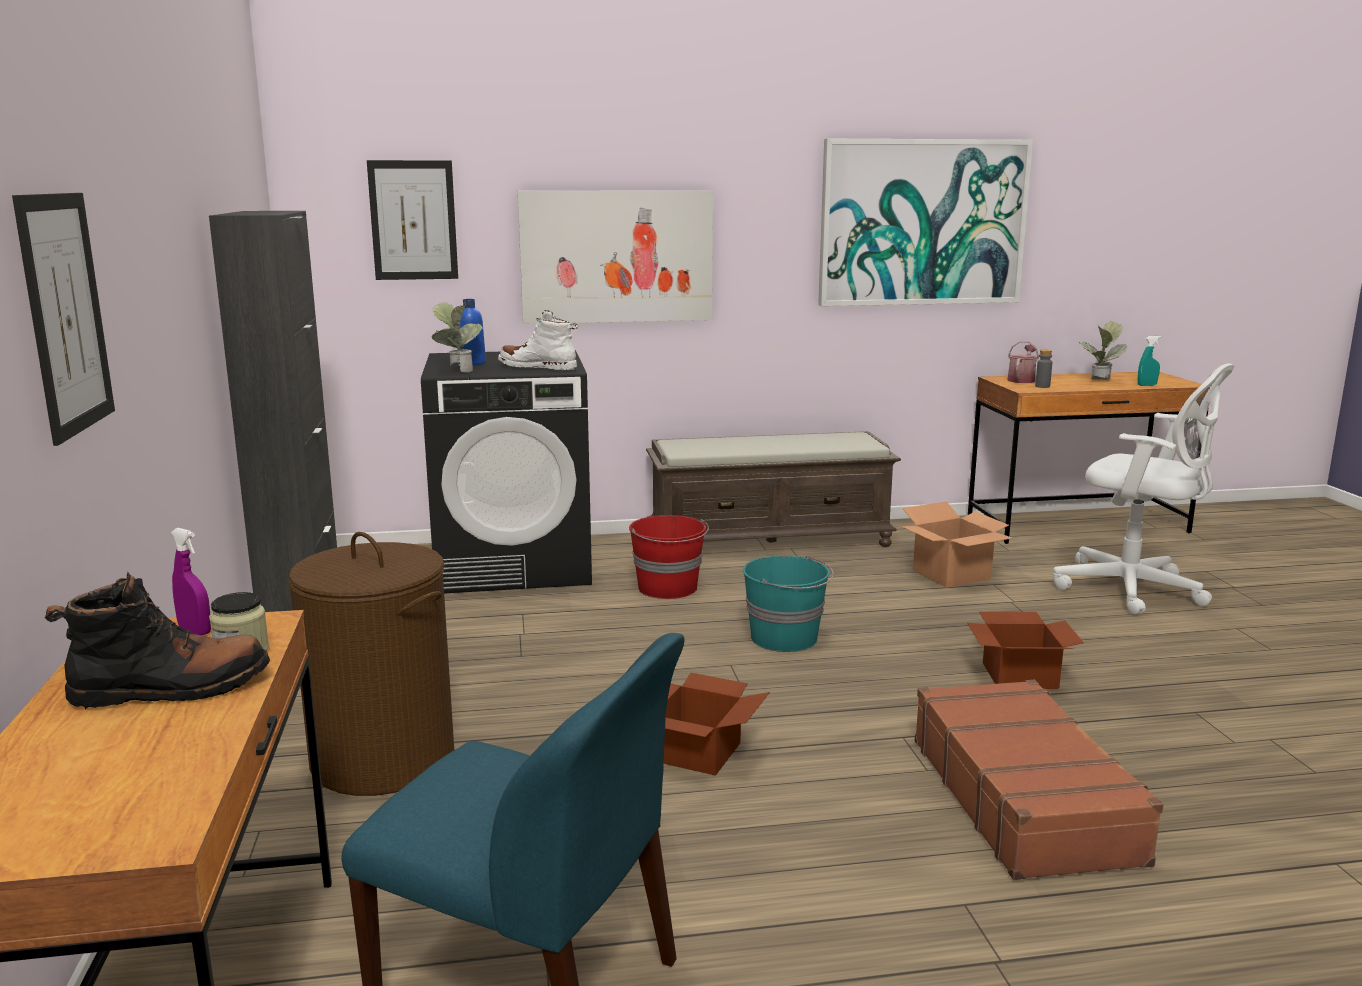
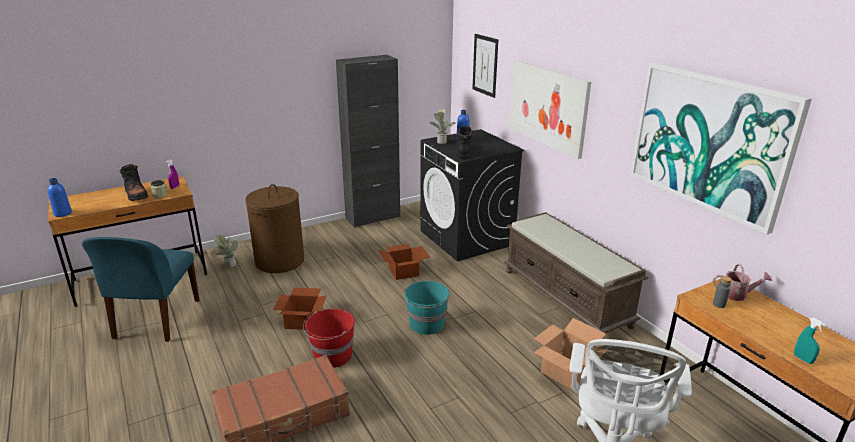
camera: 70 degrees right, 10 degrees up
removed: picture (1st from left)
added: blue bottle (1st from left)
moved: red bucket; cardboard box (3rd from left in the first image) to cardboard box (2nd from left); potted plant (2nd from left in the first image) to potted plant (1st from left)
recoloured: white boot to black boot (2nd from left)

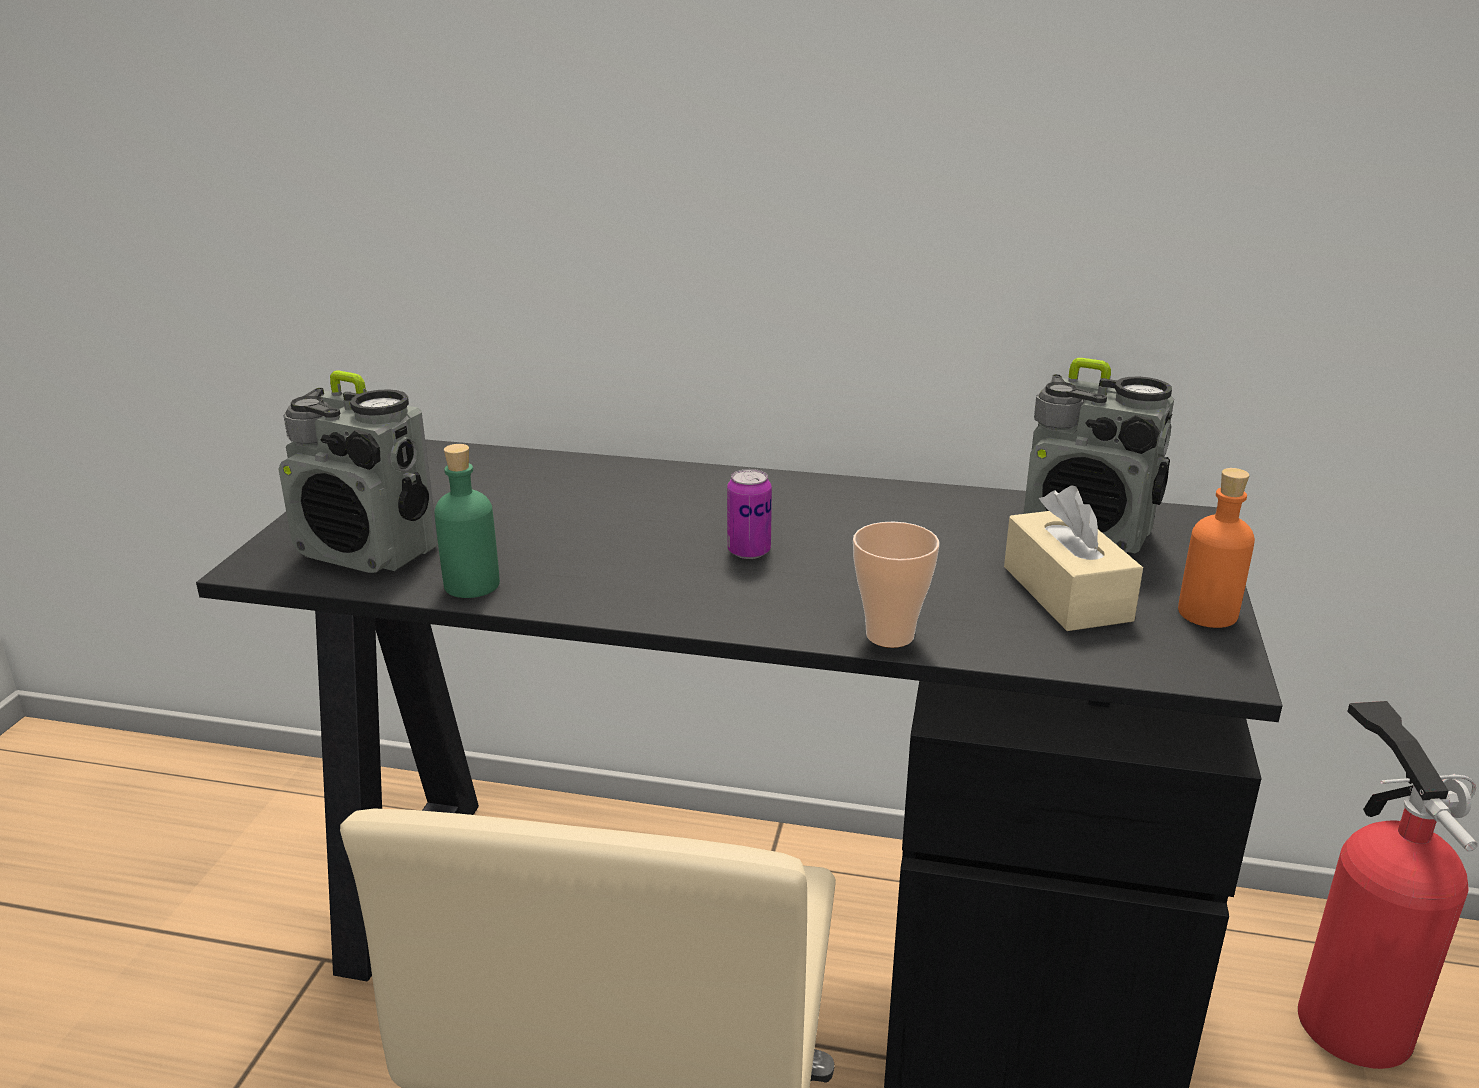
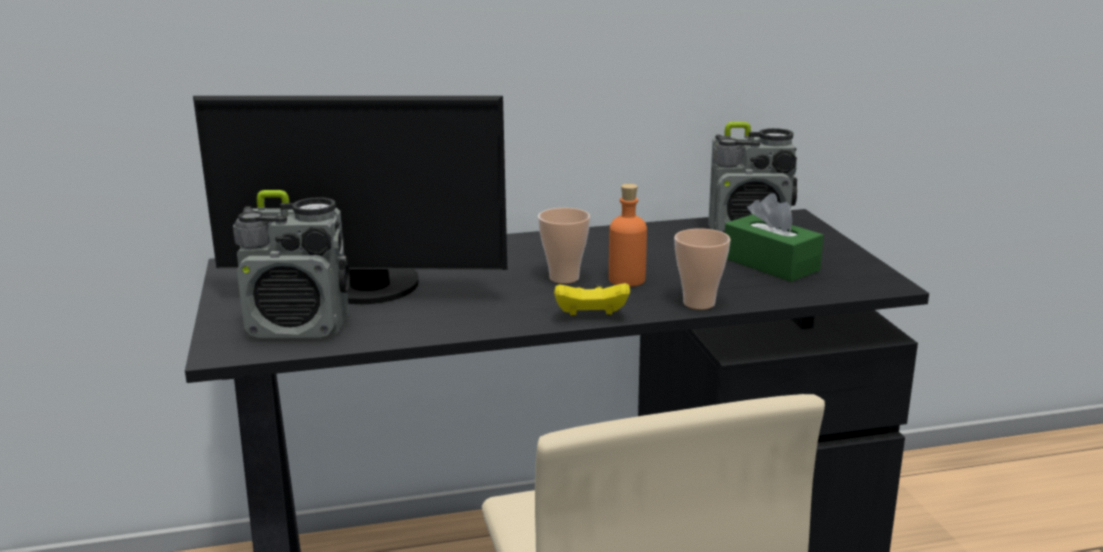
camera: 25 degrees left, 5 degrees down
removed: green bottle; fire extinguisher
added: monitor; yellow game controller
moved: orange bottle
replaced: can to cup (1st from left)
recoloured: beige tissue box to green tissue box

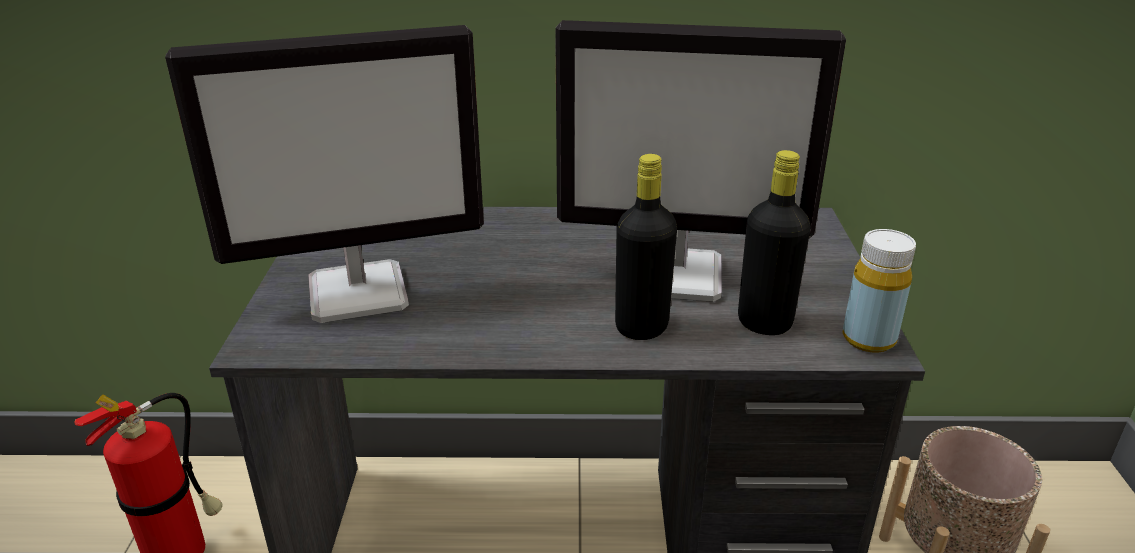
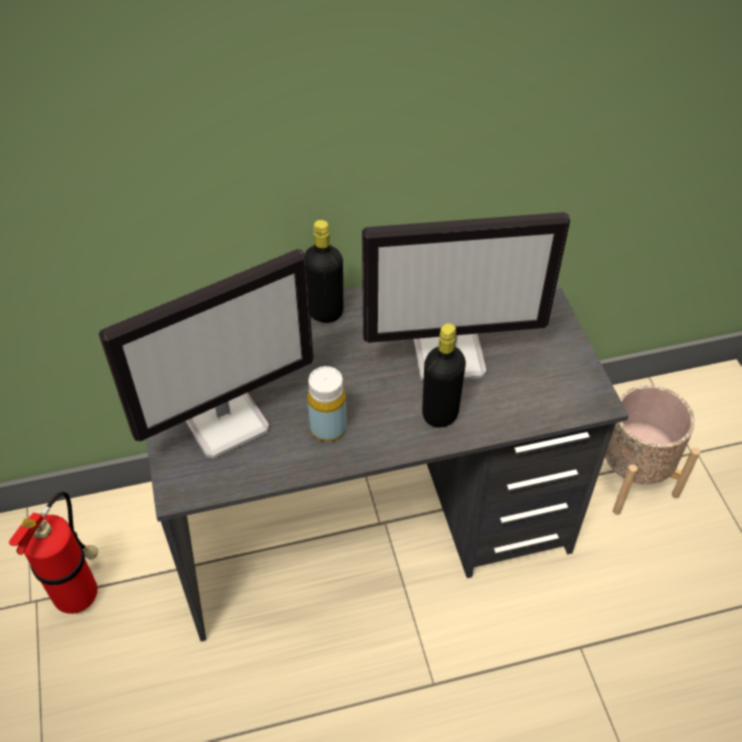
camera: 15 degrees left, 20 degrees up
moved: black bottle (2nd from left in the first image) to black bottle (1st from left); yellow bottle

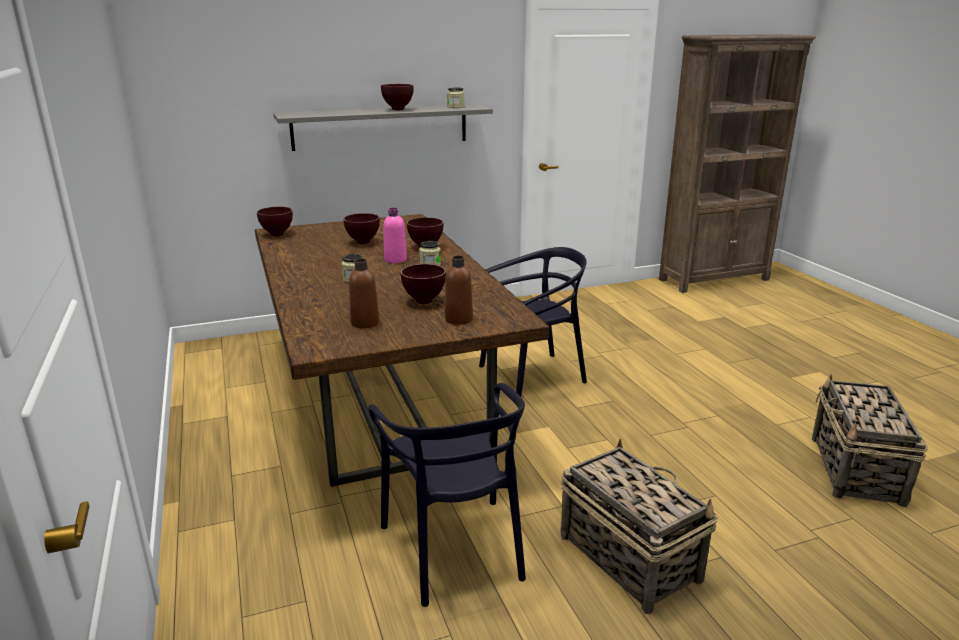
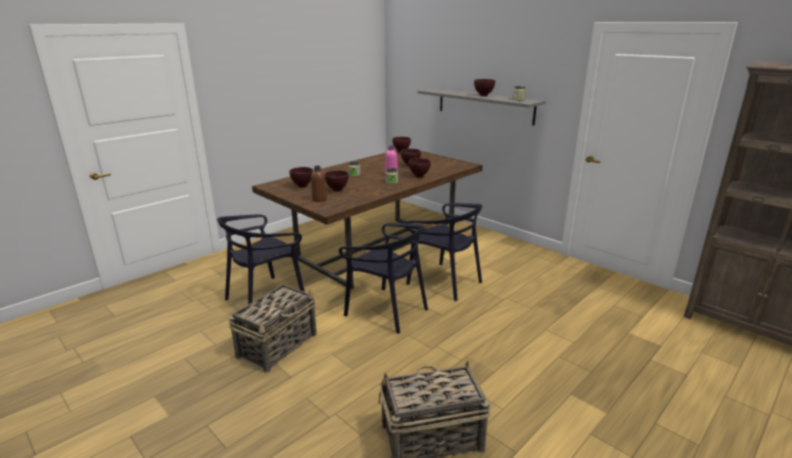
camera: 65 degrees right, 0 degrees up
added: black chair (2nd from left)
replaced: brown bottle (1st from left) to brown bowl (1st from left)

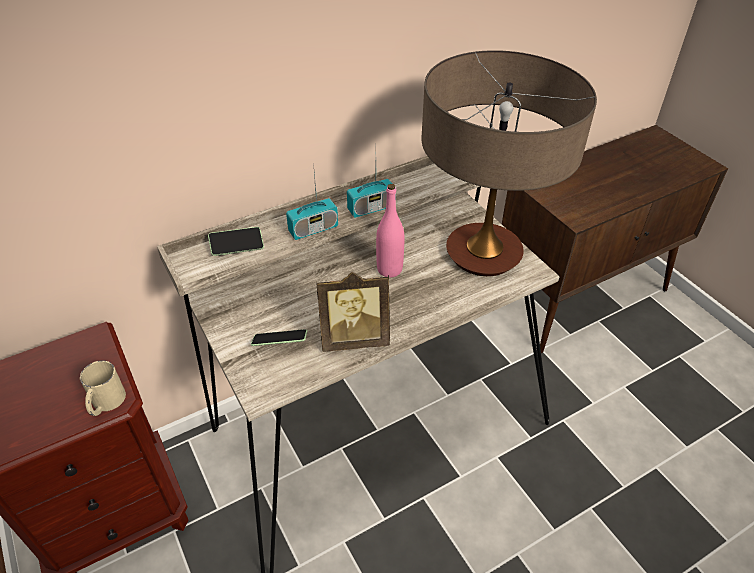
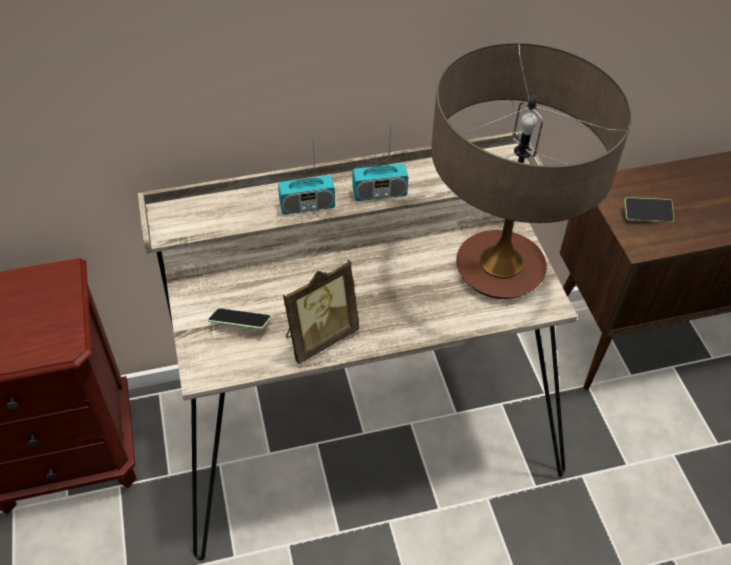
camera: 15 degrees right, 5 degrees up
removed: beige mug; pink bottle
moved: phone (1st from left in the first image) to phone (2nd from left)
turned: picture frame 45 degrees counterclockwise

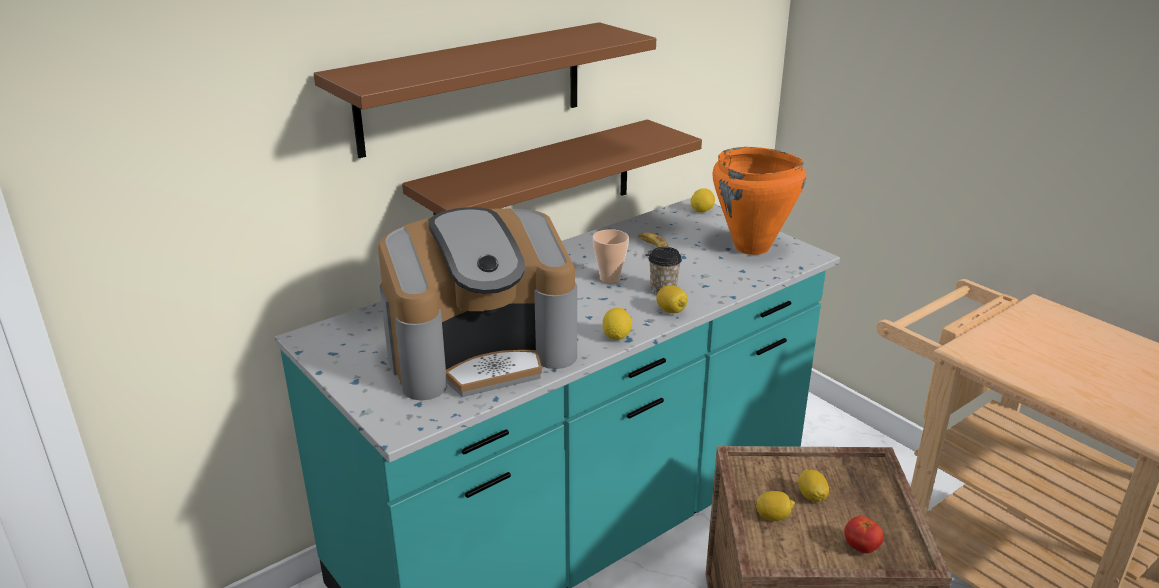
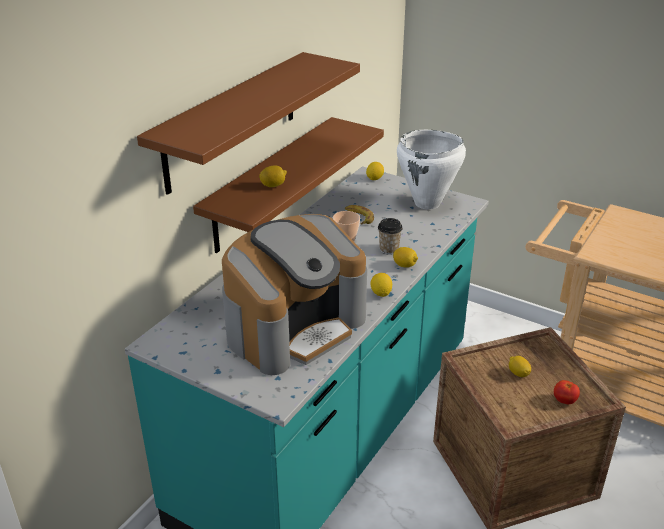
camera: 20 degrees left, 5 degrees up
moved: lemon (4th from left in the first image) to lemon (1st from left)
recoloured: orange cooking pot to white cooking pot

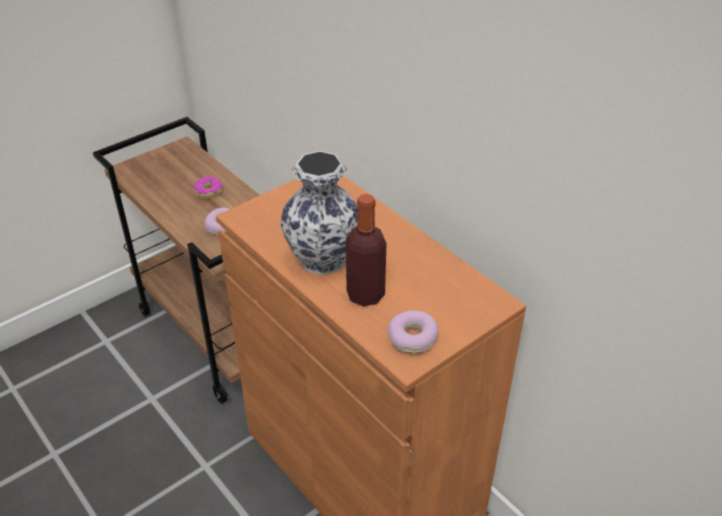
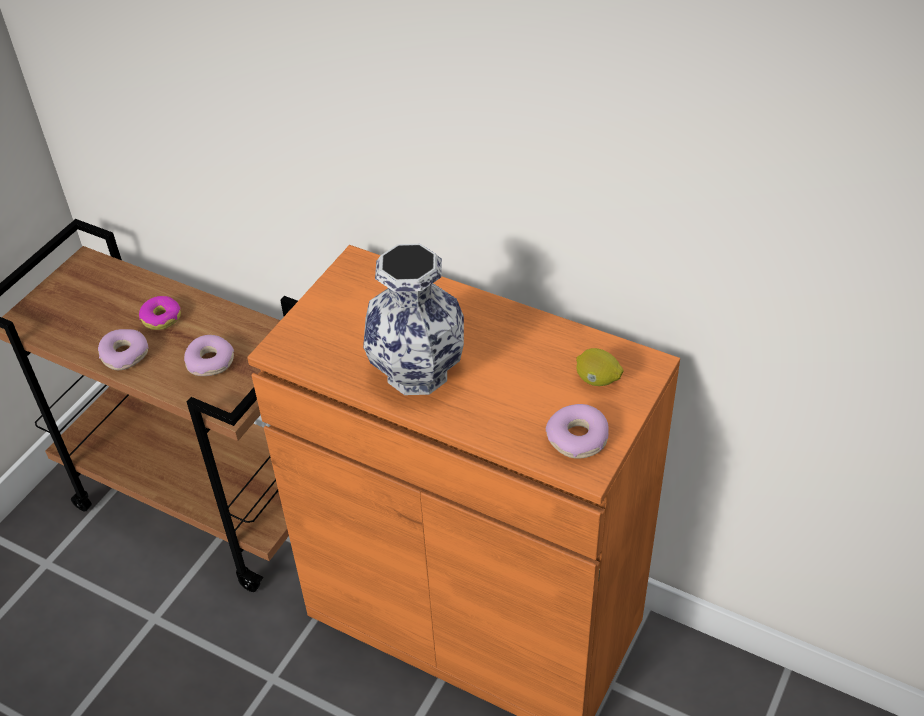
camera: 20 degrees left, 5 degrees up
removed: bottle
added: donut (1st from left); lemon

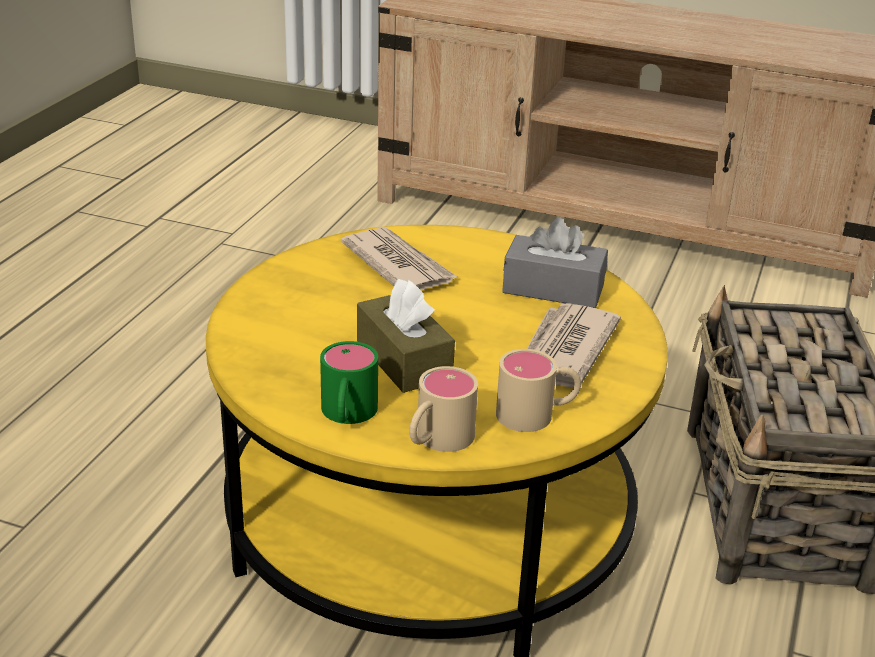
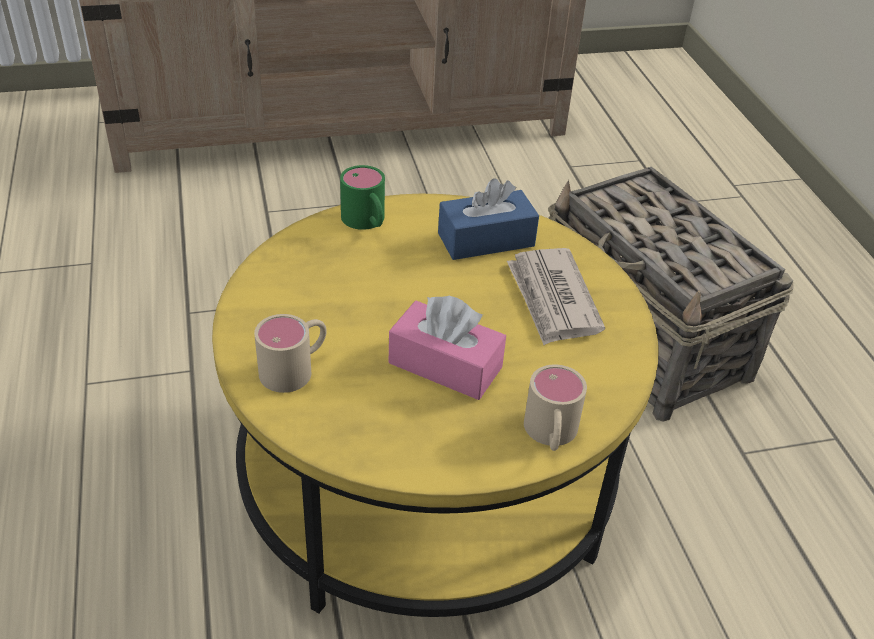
camera: 35 degrees left, 10 degrees up
removed: newspaper (1st from left)
moved: green mug; beige mug (2nd from left in the first image) to beige mug (1st from left)
recoloured: brown tissue box to pink tissue box; grey tissue box to blue tissue box

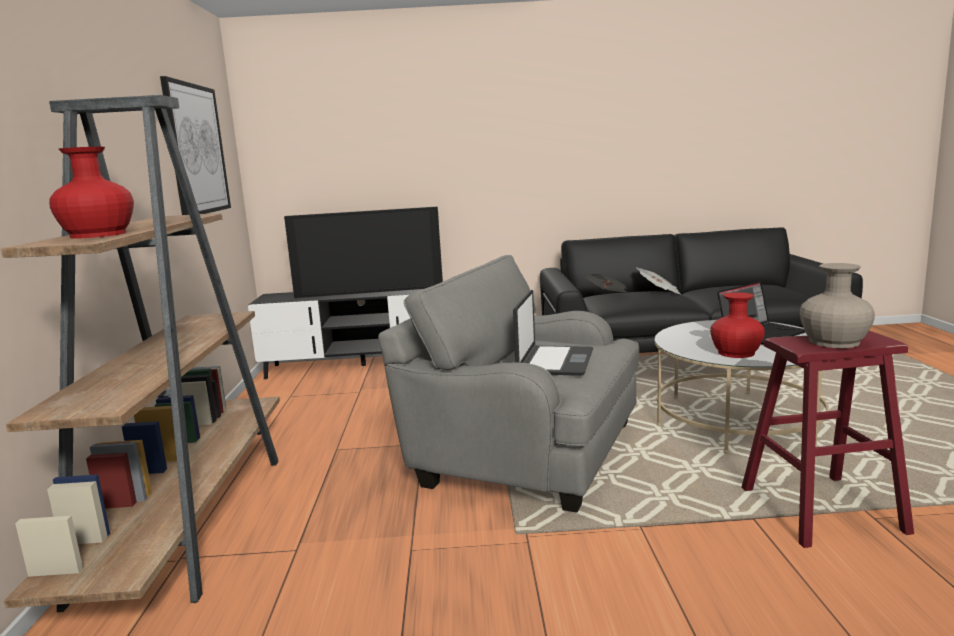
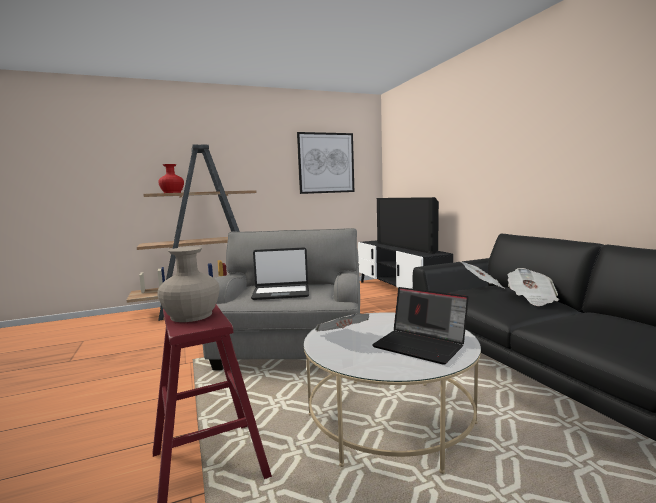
camera: 70 degrees right, 5 degrees down
replaced: red vase (2nd from left) to newspaper (1st from left)

